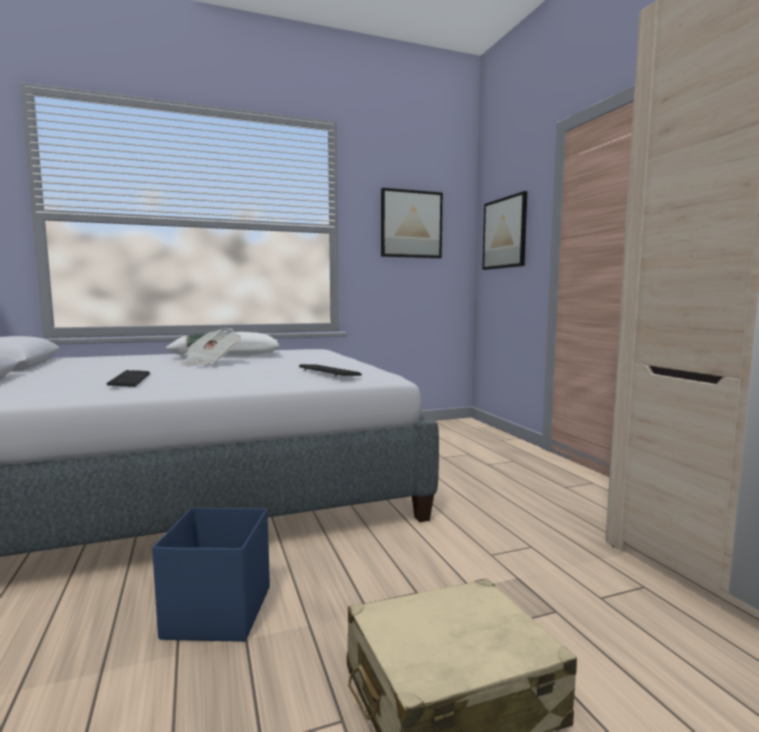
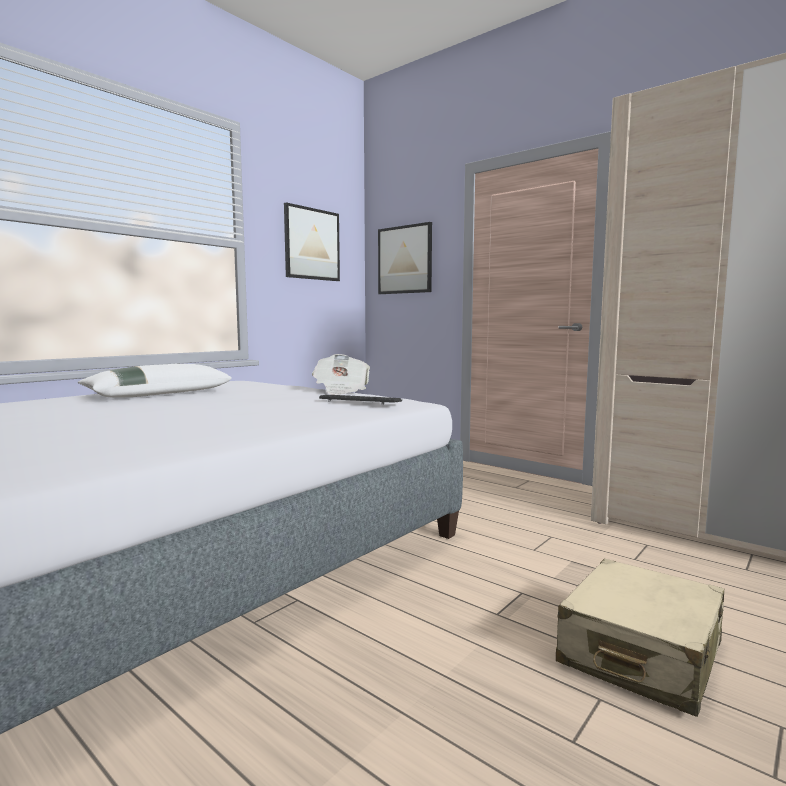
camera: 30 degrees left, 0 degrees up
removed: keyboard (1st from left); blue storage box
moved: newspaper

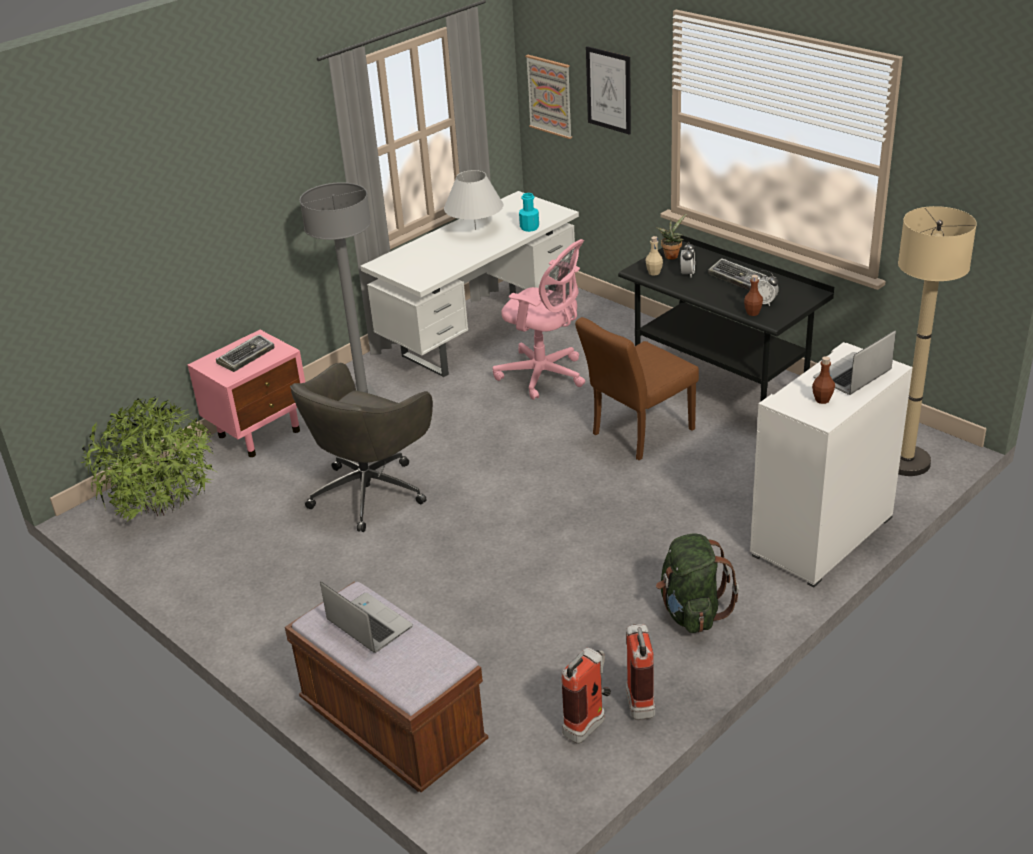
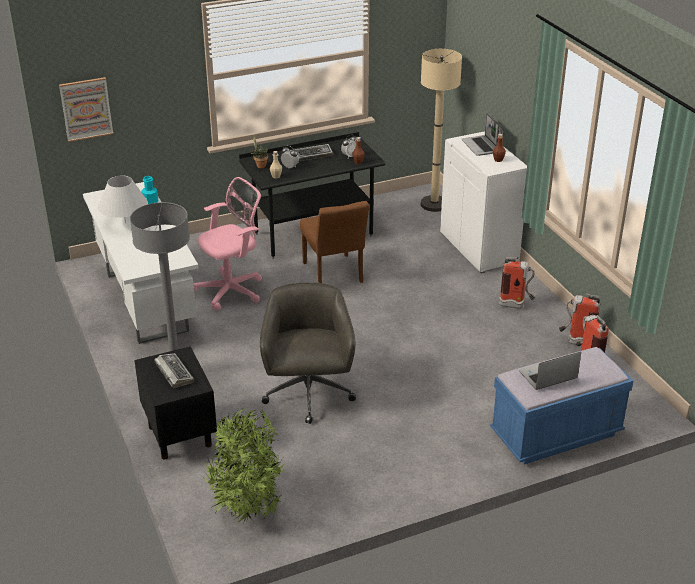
camera: 70 degrees left, 0 degrees up
removed: picture (2nd from left)
replaced: green backpack to fire extinguisher (1st from left)
recoloured: pink nightstand to black nightstand; brown bench to blue bench
turned: grey office chair 150 degrees counterclockwise

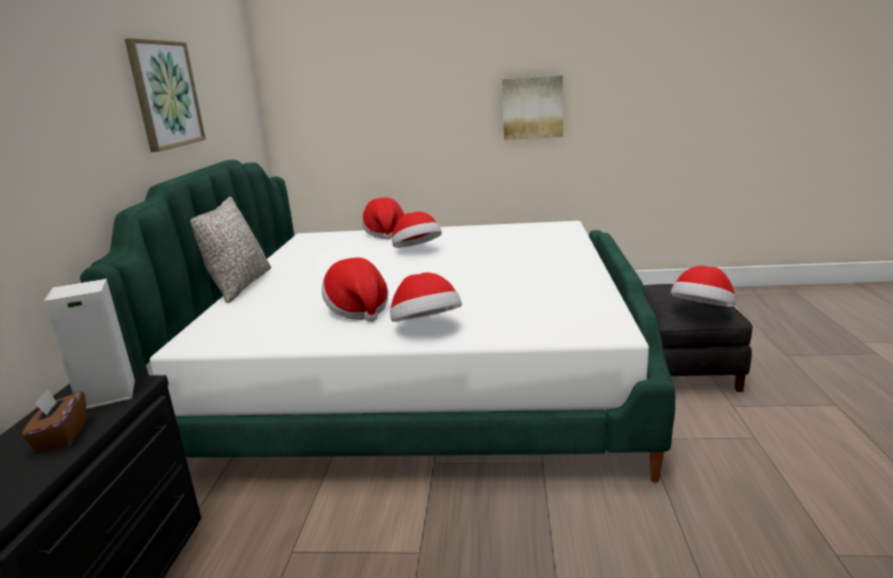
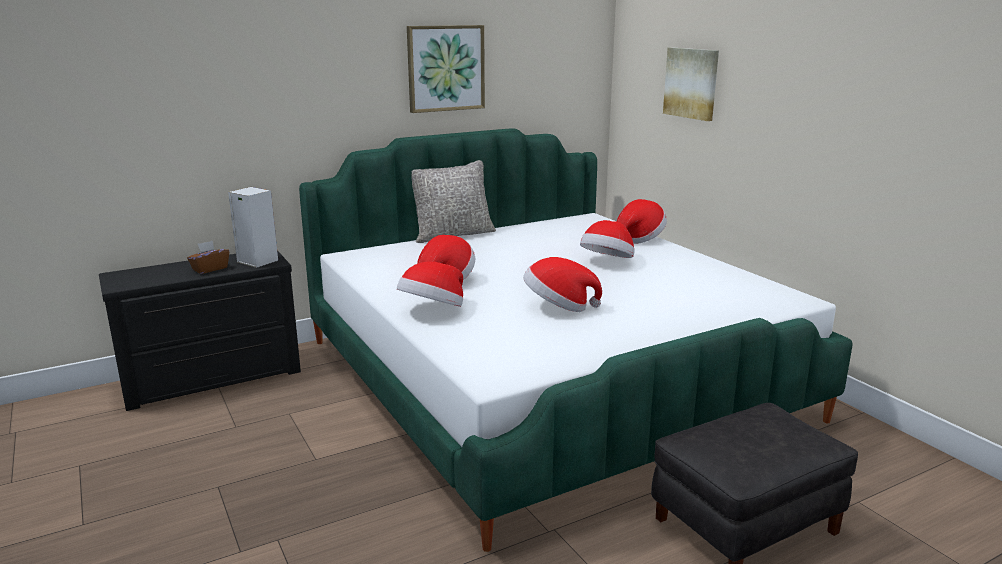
camera: 55 degrees right, 0 degrees up
moved: picture (2nd from left); hat (5th from left in the first image) to hat (3rd from left)

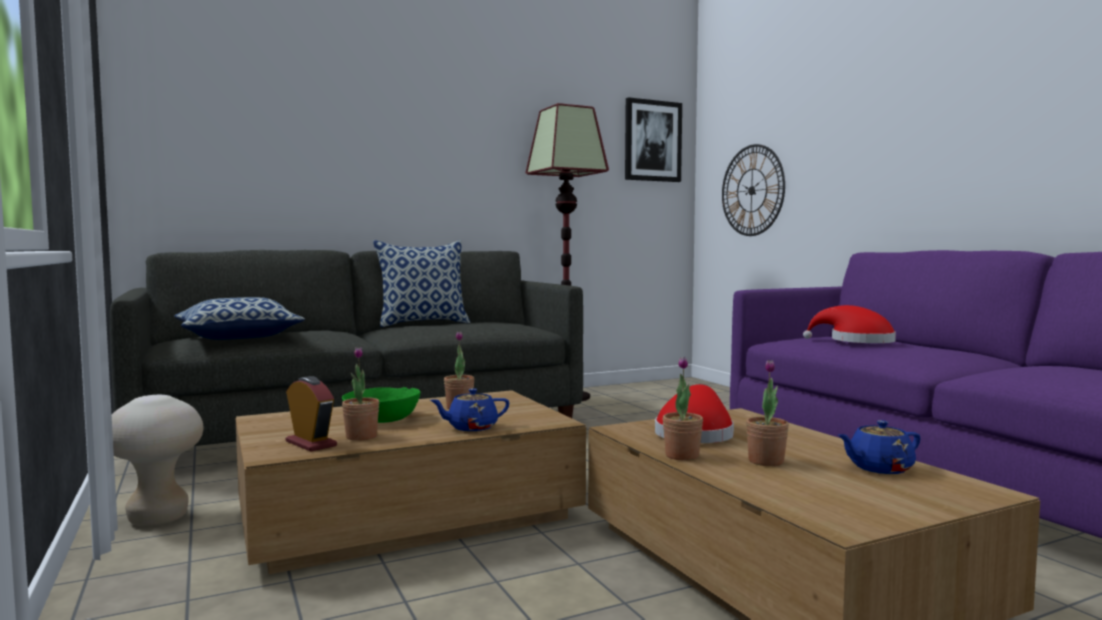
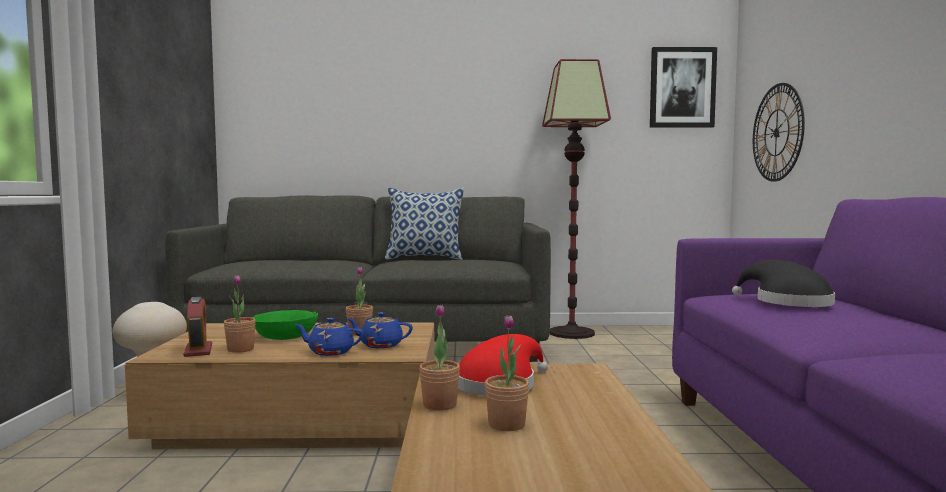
camera: 25 degrees right, 0 degrees up
removed: pillow (1st from left)
moved: blue teapot (2nd from left)
recoloured: red hat (2nd from left) to black hat

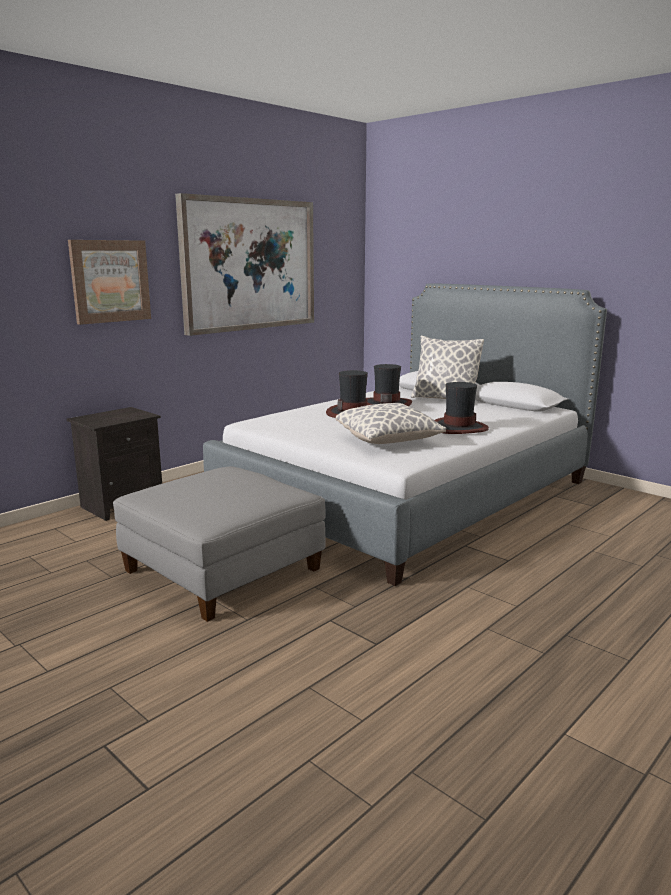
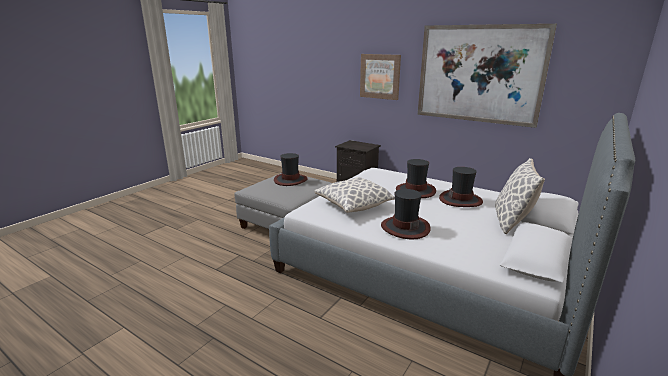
camera: 80 degrees right, 5 degrees up
added: hat (1st from left)

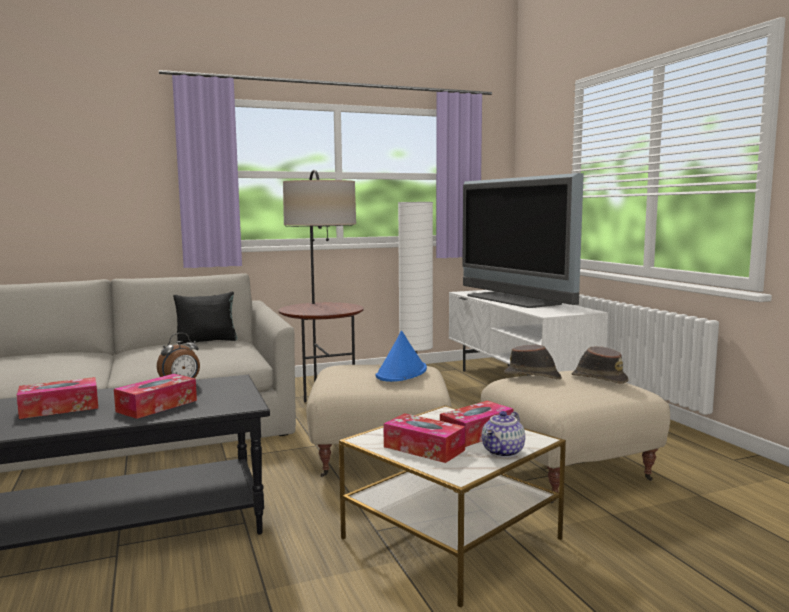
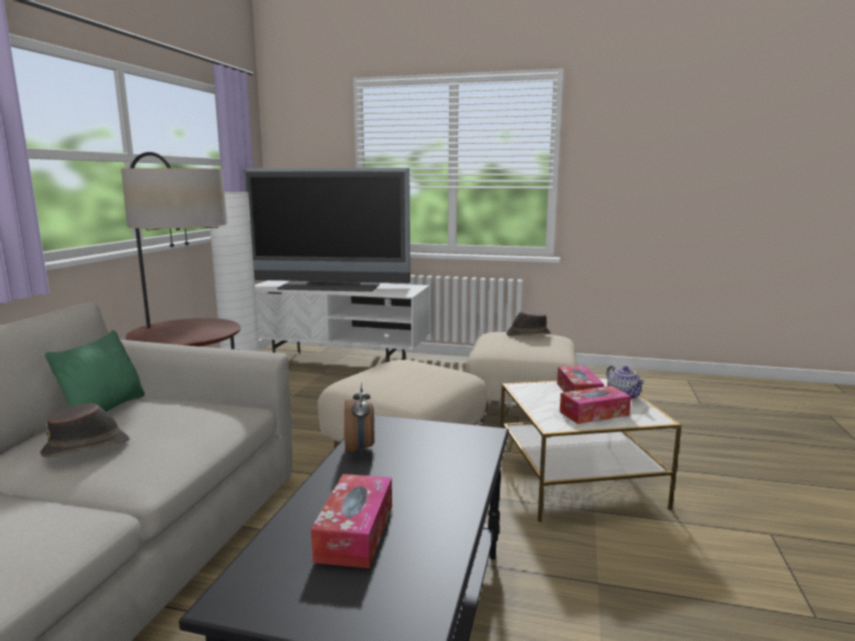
camera: 55 degrees left, 5 degrees up
removed: tissue box (2nd from left); blue hat
moved: brown hat (1st from left)
recoloured: black pillow to green pillow

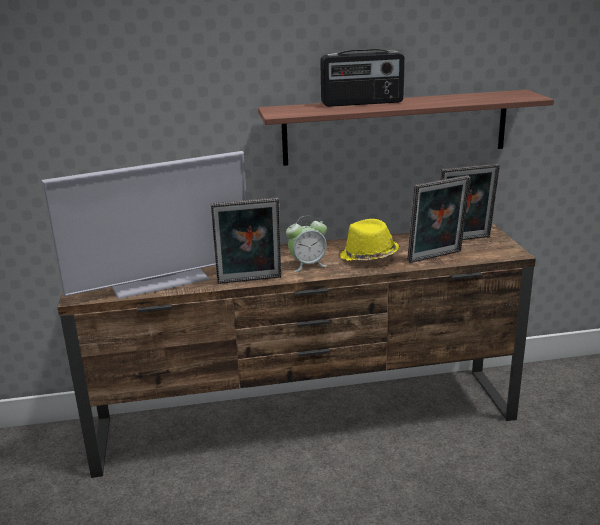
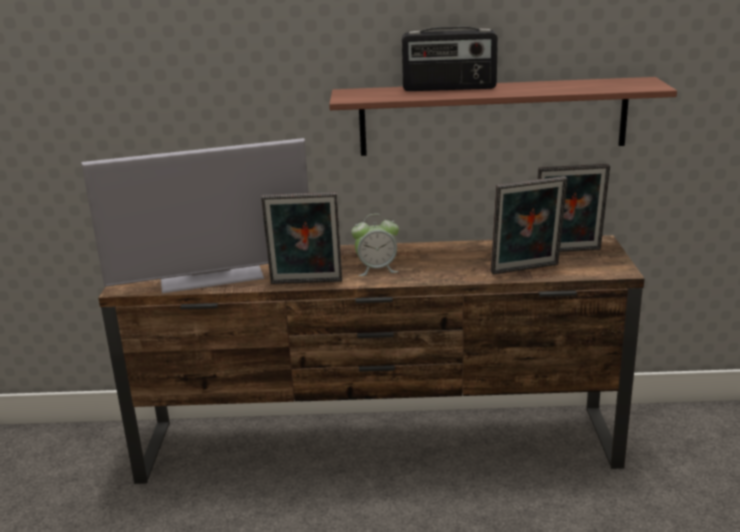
camera: 10 degrees right, 0 degrees up
removed: yellow hat

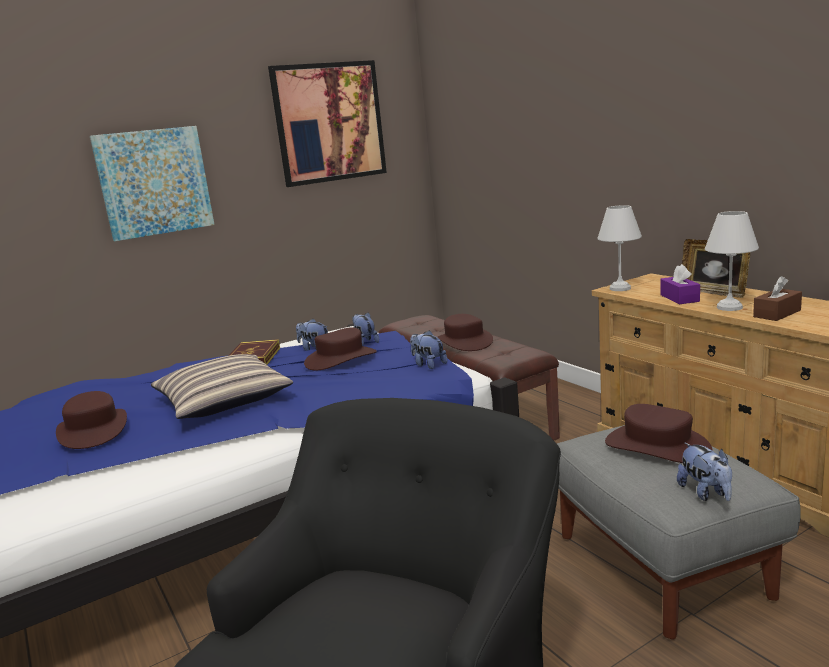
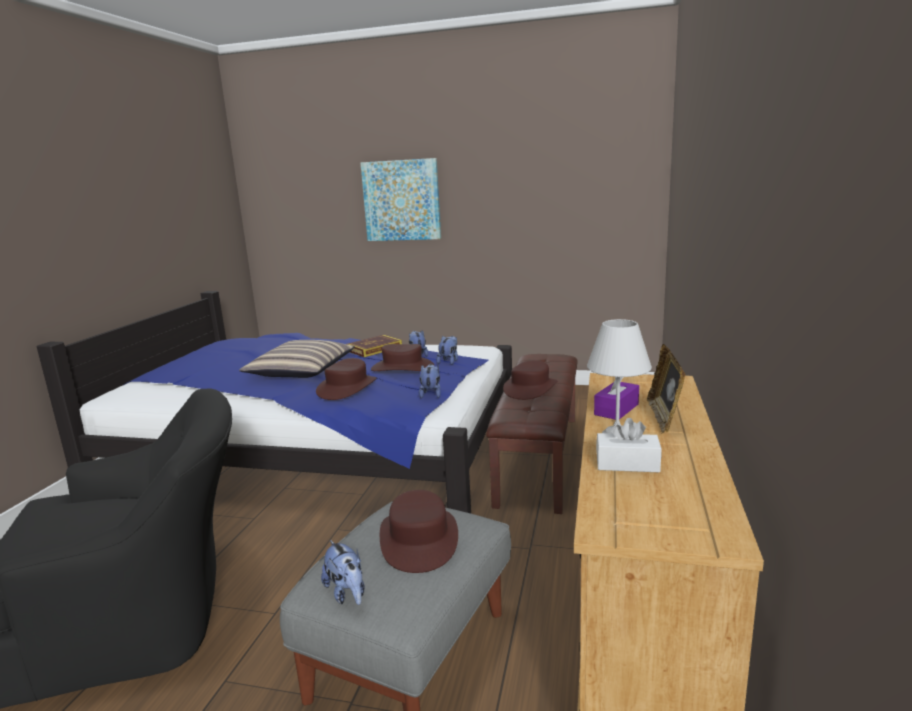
camera: 45 degrees right, 0 degrees up
removed: picture (2nd from left); white table lamp (1st from left)
moved: brown hat (1st from left)
recoloured: brown tissue box to white tissue box
turned: plush toy (4th from left in the first image) 60 degrees counterclockwise

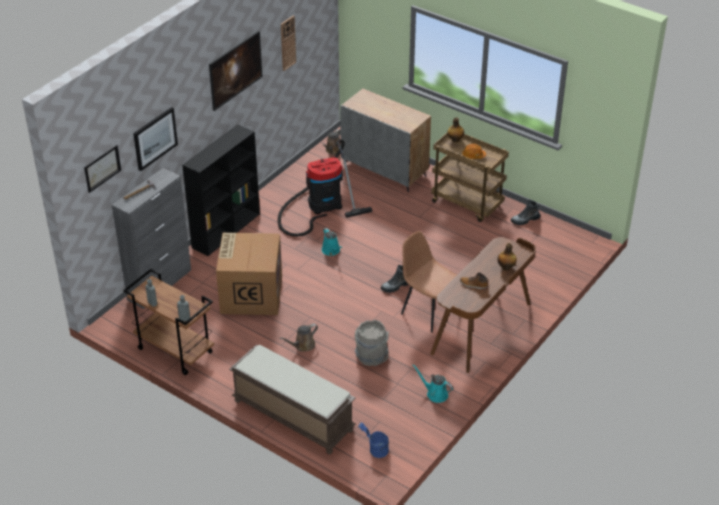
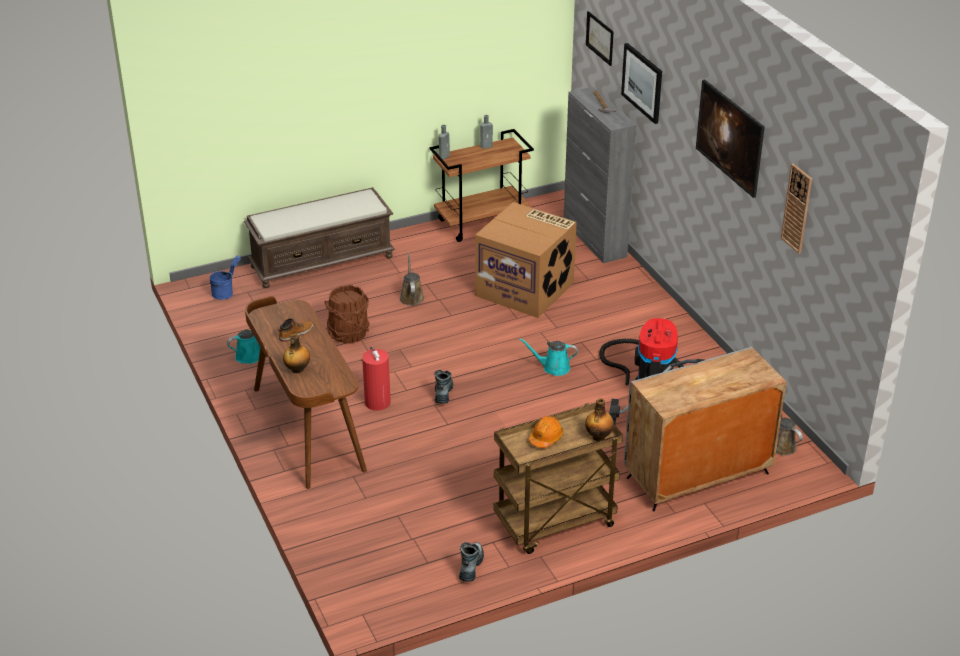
camera: 120 degrees right, 5 degrees down
removed: black bookcase
replaced: brown chair to fire extinguisher
recoloured: grey bucket to brown bucket

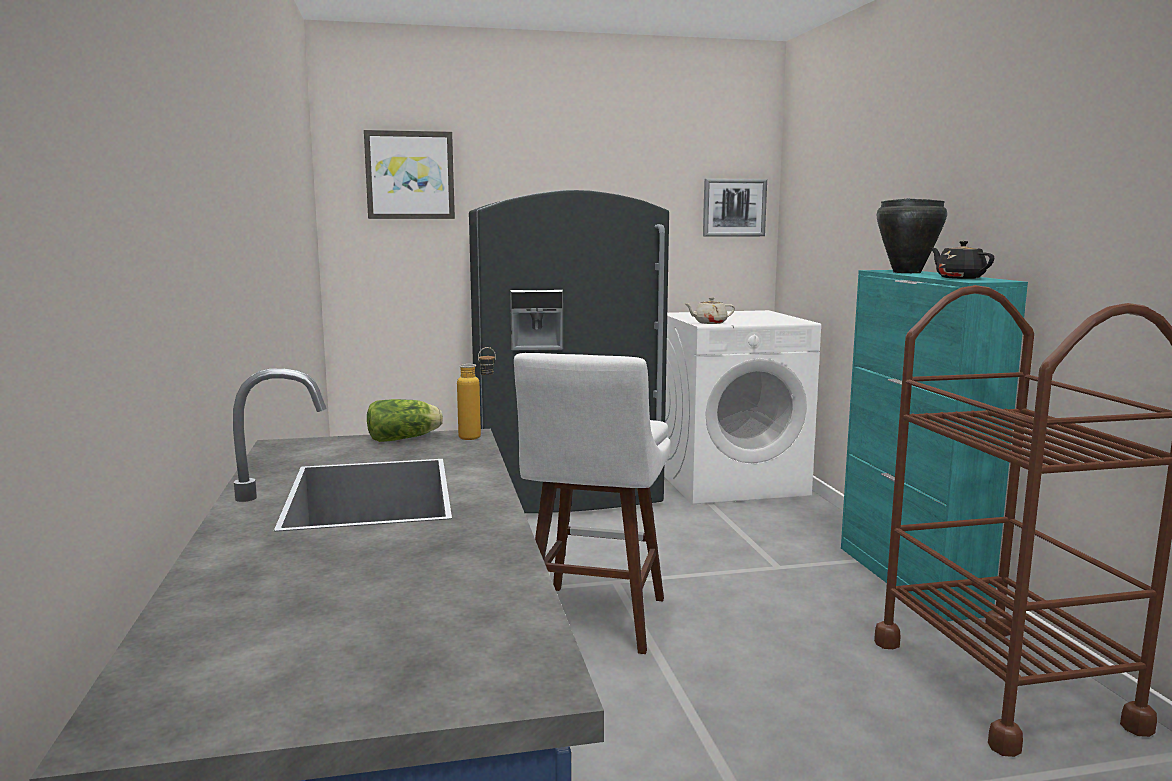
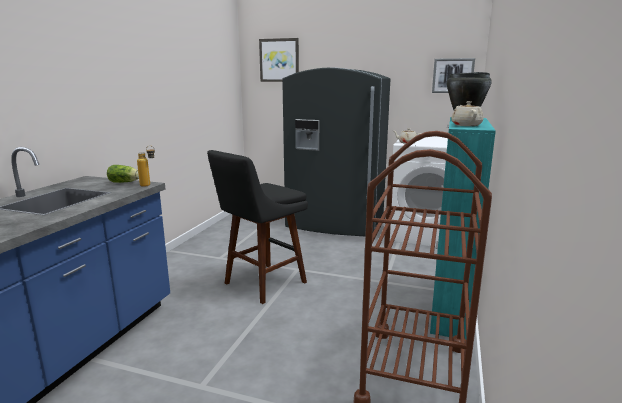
camera: 30 degrees right, 5 degrees up
recoloured: white stool to black stool; black teapot to beige teapot (2nd from left)

